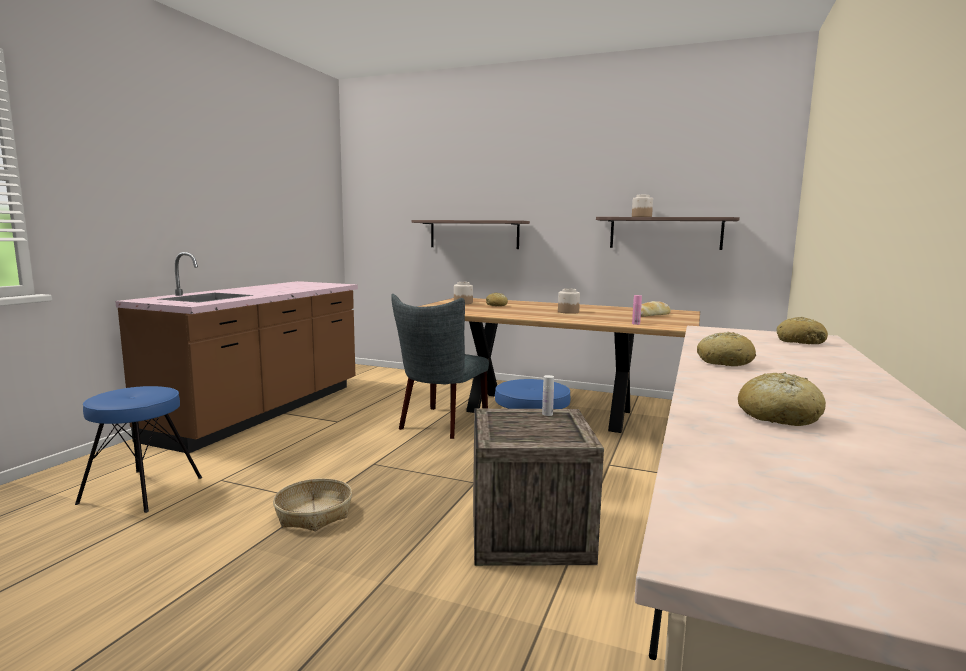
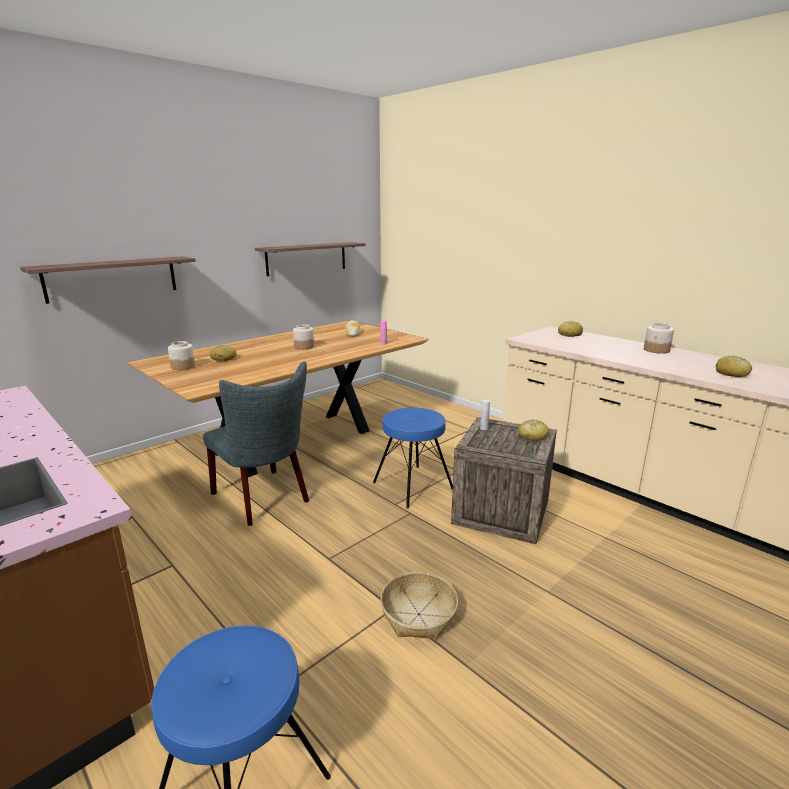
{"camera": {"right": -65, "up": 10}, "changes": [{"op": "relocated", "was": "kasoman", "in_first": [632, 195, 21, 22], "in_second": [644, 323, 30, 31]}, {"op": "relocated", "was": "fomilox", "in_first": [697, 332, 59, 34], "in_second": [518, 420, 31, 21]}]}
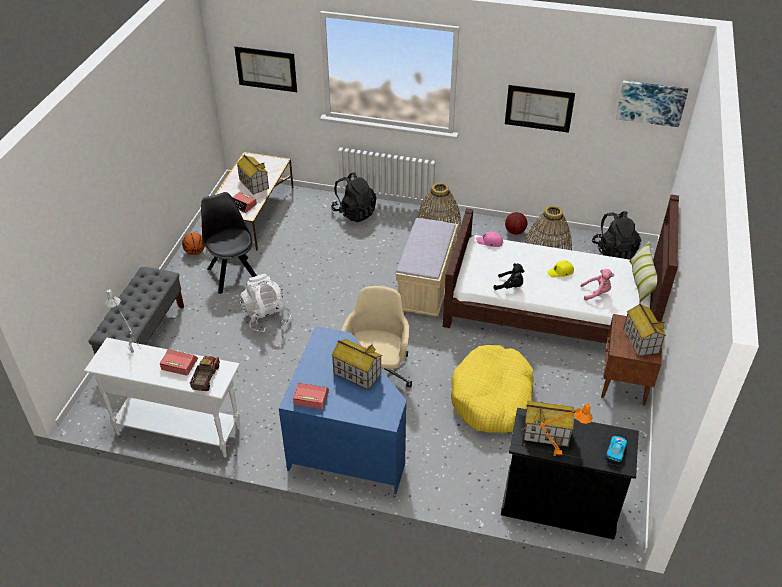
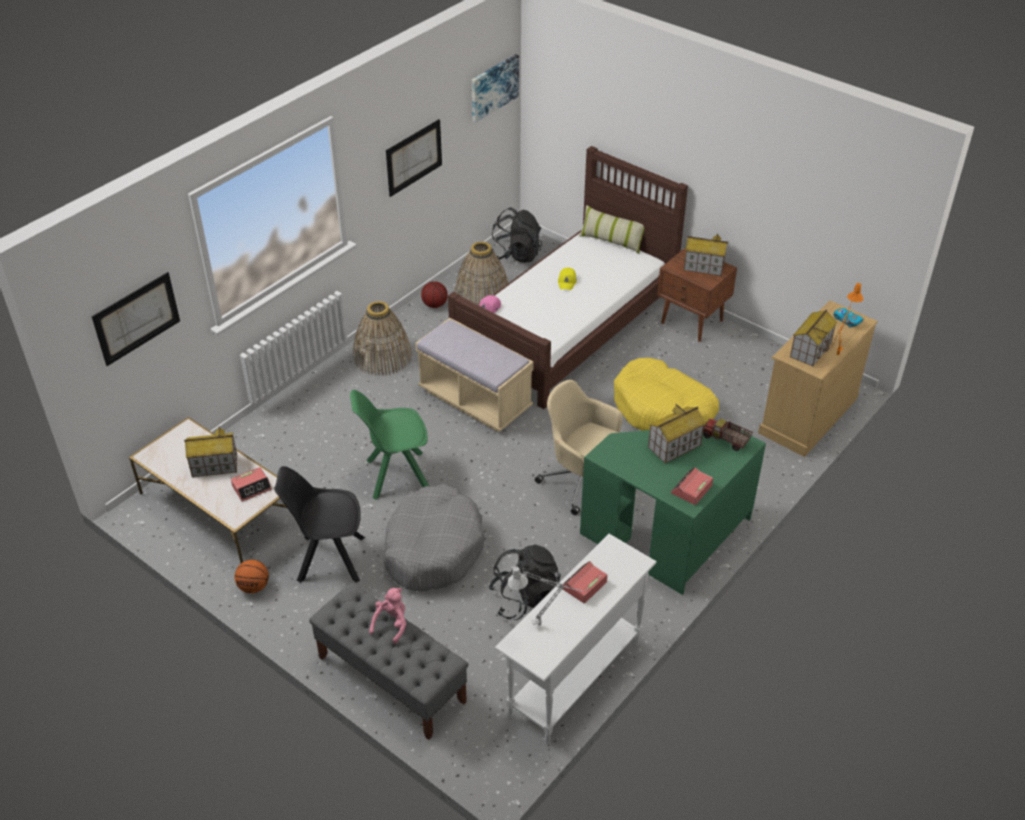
{"camera": {"right": -65, "up": 0}, "changes": [{"op": "relocated", "was": "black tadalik", "in_first": [331, 172, 45, 50], "in_second": [489, 544, 72, 76]}, {"op": "missing", "was": "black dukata", "in_first": [493, 263, 31, 27]}, {"op": "relocated", "was": "pink dukata", "in_first": [581, 269, 33, 32], "in_second": [369, 588, 37, 56]}, {"op": "exchanged", "was": "white tadalik", "now": "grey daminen", "in_first": [239, 274, 52, 59], "in_second": [384, 484, 101, 108]}, {"op": "colour", "was": "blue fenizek", "now": "green fenizek", "in_first": [279, 326, 127, 168], "in_second": [580, 425, 186, 170]}, {"op": "relocated", "was": "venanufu", "in_first": [190, 356, 30, 35], "in_second": [703, 418, 50, 33]}, {"op": "colour", "was": "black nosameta", "now": "beige nosameta", "in_first": [501, 408, 138, 132], "in_second": [758, 300, 120, 157]}, {"op": "appeared", "now": "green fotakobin", "in_second": [350, 390, 79, 109]}]}
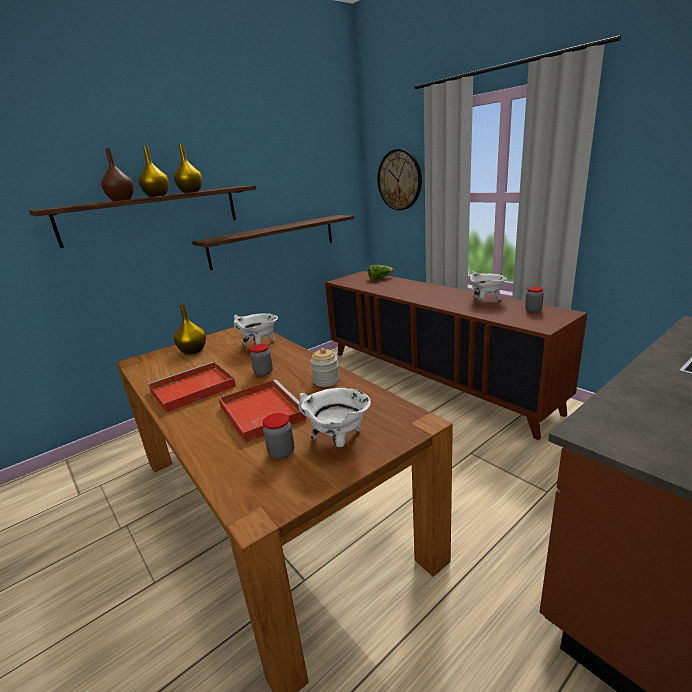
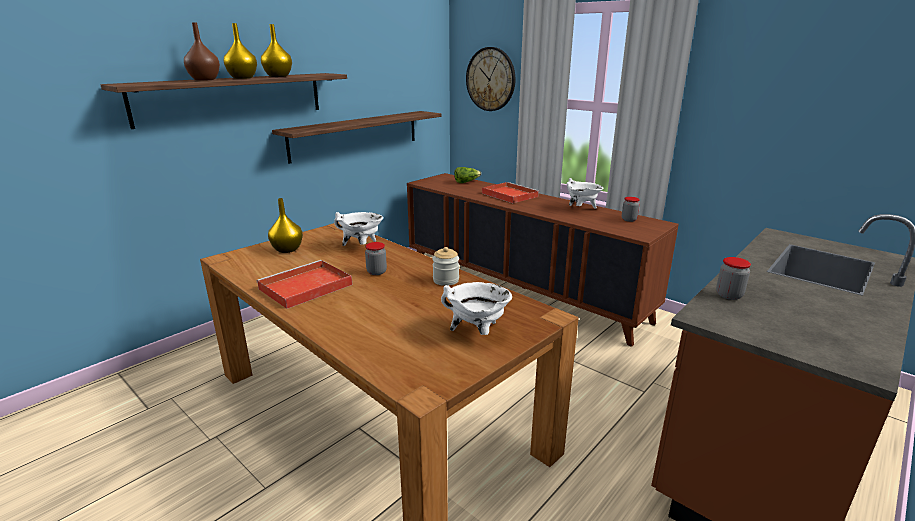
{"camera": {"right": -10, "up": 0}, "changes": [{"op": "relocated", "was": "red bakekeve", "in_first": [219, 379, 89, 64], "in_second": [482, 182, 58, 21]}, {"op": "relocated", "was": "kasoman", "in_first": [263, 413, 31, 46], "in_second": [716, 257, 35, 43]}]}
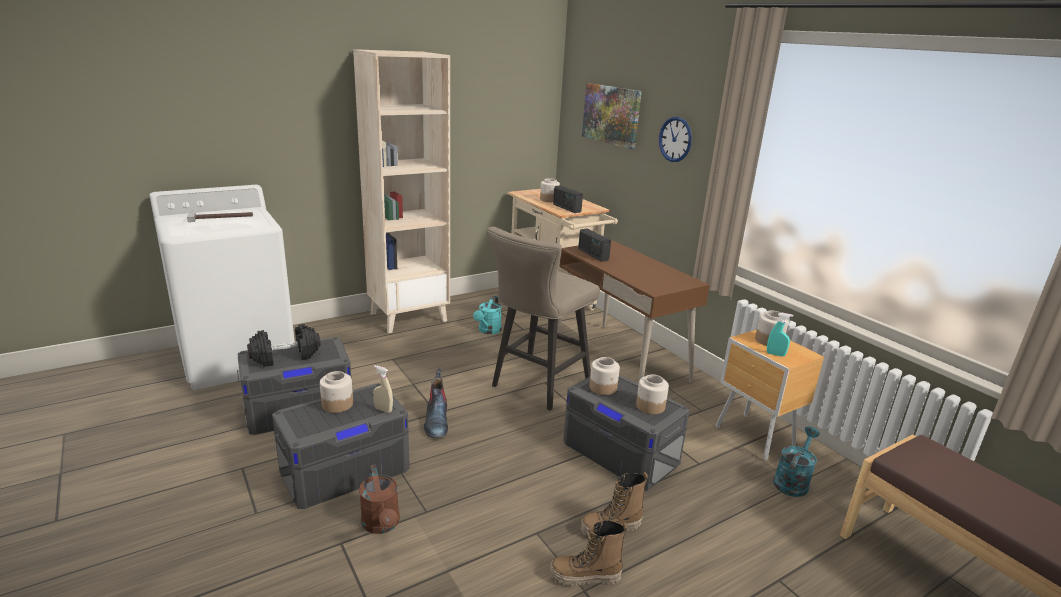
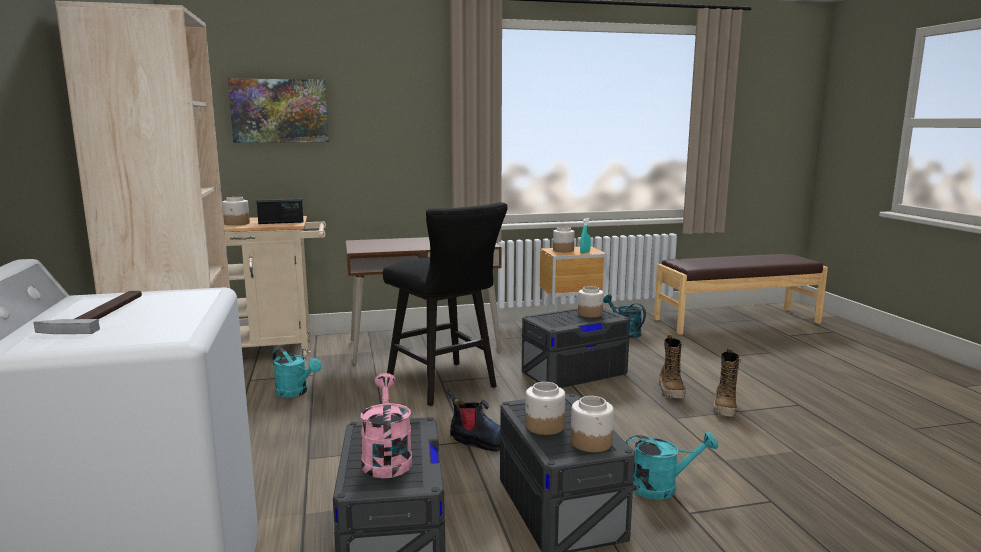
{"camera": {"right": -70, "up": -10}, "changes": [{"op": "missing", "was": "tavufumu", "in_first": [659, 117, 33, 45]}, {"op": "colour", "was": "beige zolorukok", "now": "black zolorukok", "in_first": [487, 227, 113, 184], "in_second": [383, 202, 125, 204]}, {"op": "missing", "was": "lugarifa", "in_first": [578, 229, 33, 33]}, {"op": "exchanged", "was": "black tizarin", "now": "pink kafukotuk", "in_first": [247, 324, 74, 43], "in_second": [361, 373, 51, 105]}, {"op": "relocated", "was": "kasoman", "in_first": [589, 357, 31, 38], "in_second": [571, 396, 43, 56]}, {"op": "missing", "was": "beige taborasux", "in_first": [373, 365, 20, 48]}, {"op": "colour", "was": "brown kafukotuk", "now": "turquoise kafukotuk", "in_first": [359, 464, 41, 70], "in_second": [626, 432, 92, 68]}]}
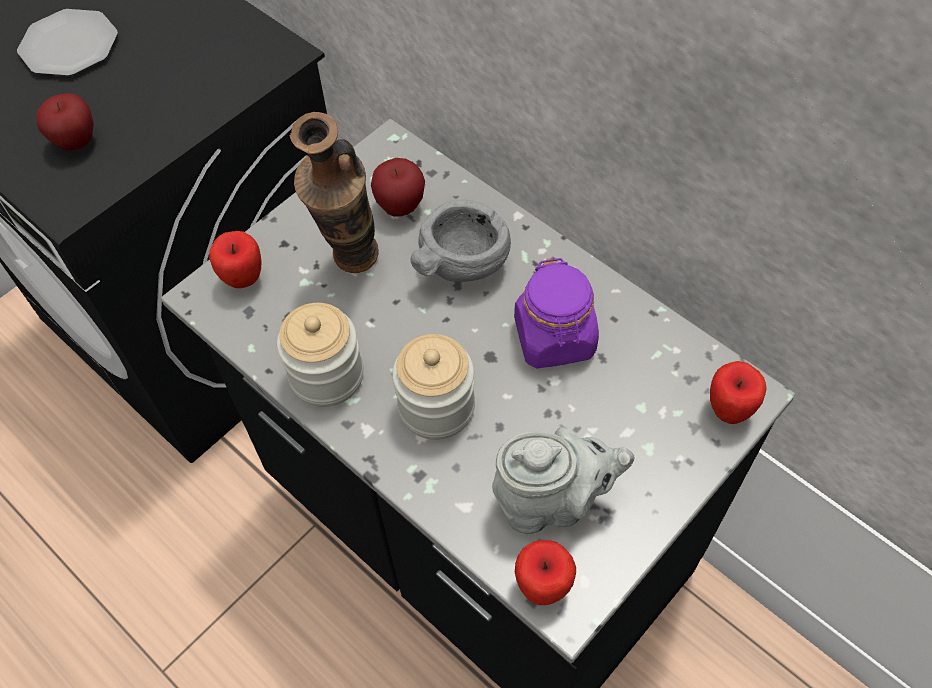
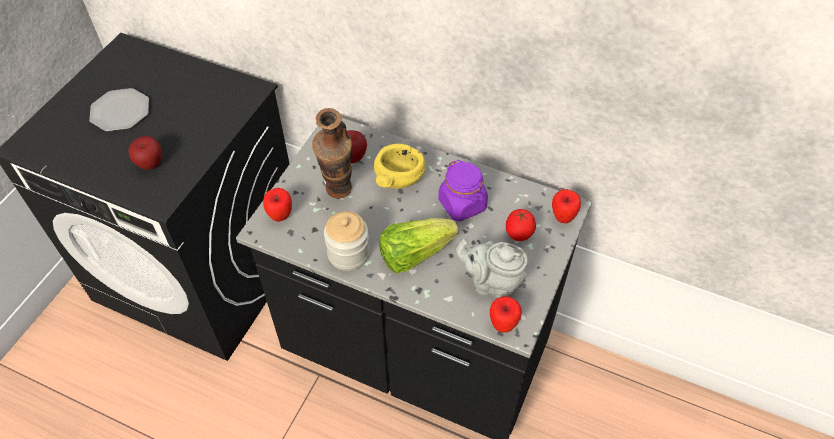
{"camera": {"right": -20, "up": -5}, "changes": [{"op": "colour", "was": "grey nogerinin", "now": "yellow nogerinin", "in_first": [410, 200, 101, 82], "in_second": [374, 144, 52, 45]}, {"op": "exchanged", "was": "kasoman", "now": "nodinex", "in_first": [392, 334, 83, 106], "in_second": [379, 218, 80, 55]}, {"op": "spun", "was": "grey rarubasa", "in_first": [492, 427, 142, 107], "in_second": [456, 238, 72, 61], "clockwise": -135}, {"op": "appeared", "now": "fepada", "in_second": [506, 209, 30, 32]}]}
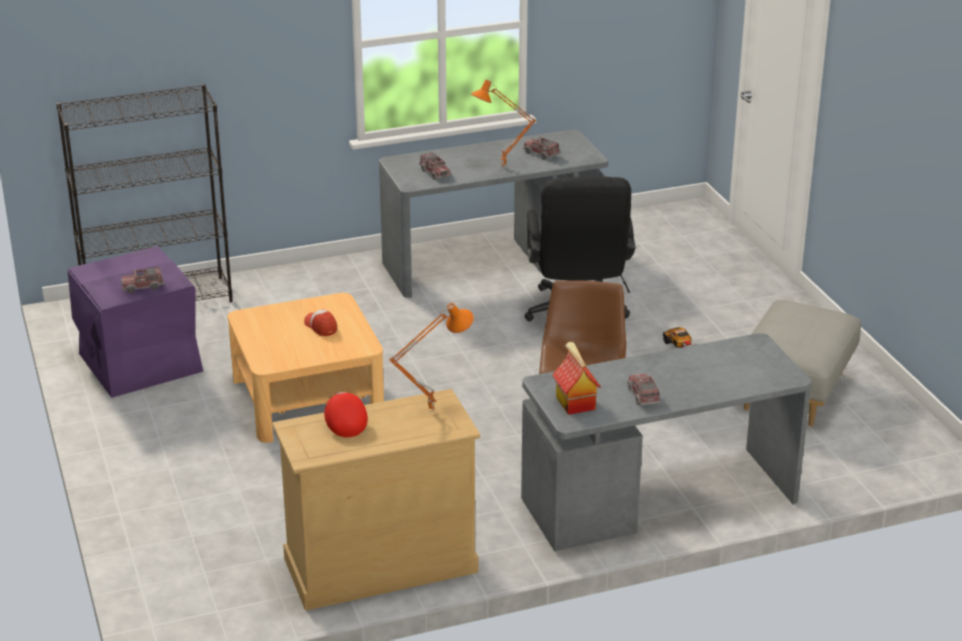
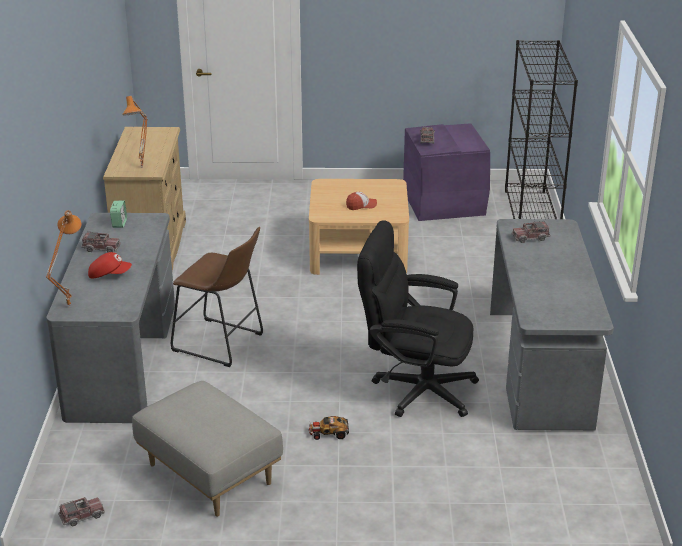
{"camera": {"right": 110, "up": 0}, "changes": [{"op": "relocated", "was": "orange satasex", "in_first": [471, 79, 65, 89], "in_second": [46, 210, 35, 97]}, {"op": "relocated", "was": "venanufu", "in_first": [523, 137, 38, 23], "in_second": [58, 497, 47, 30]}, {"op": "exchanged", "was": "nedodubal", "now": "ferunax", "in_first": [552, 342, 49, 73], "in_second": [110, 201, 17, 27]}, {"op": "relocated", "was": "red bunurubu", "in_first": [324, 392, 44, 45], "in_second": [88, 252, 44, 26]}]}
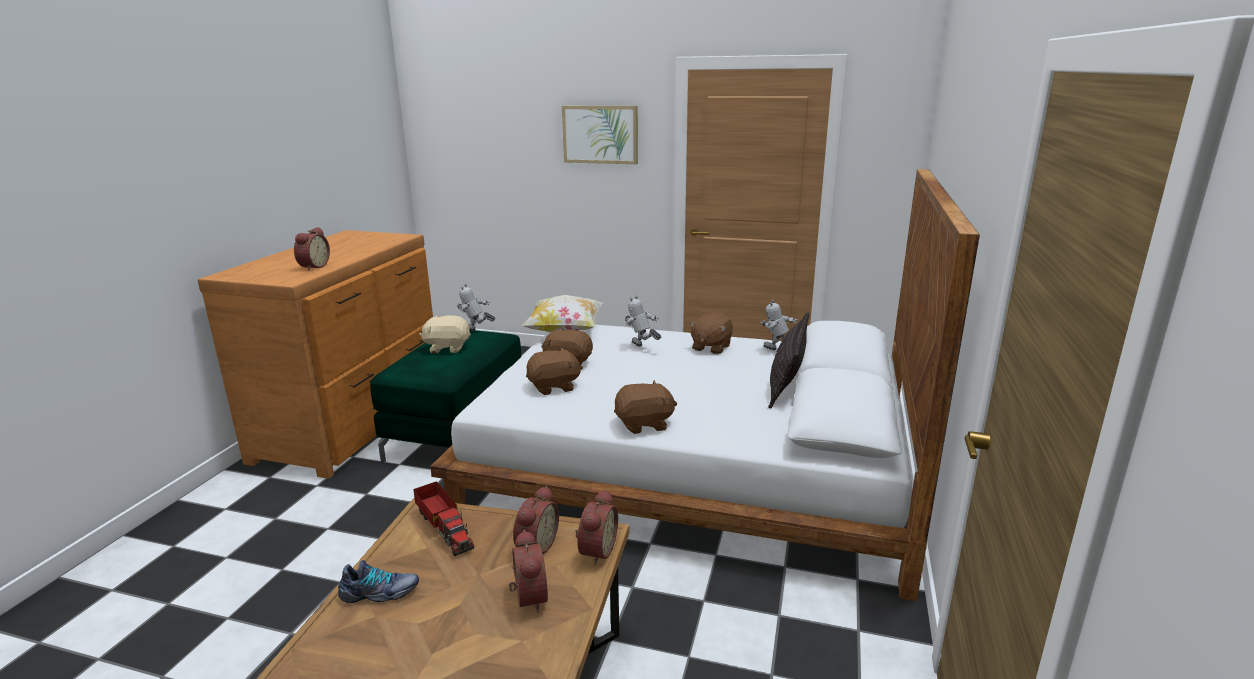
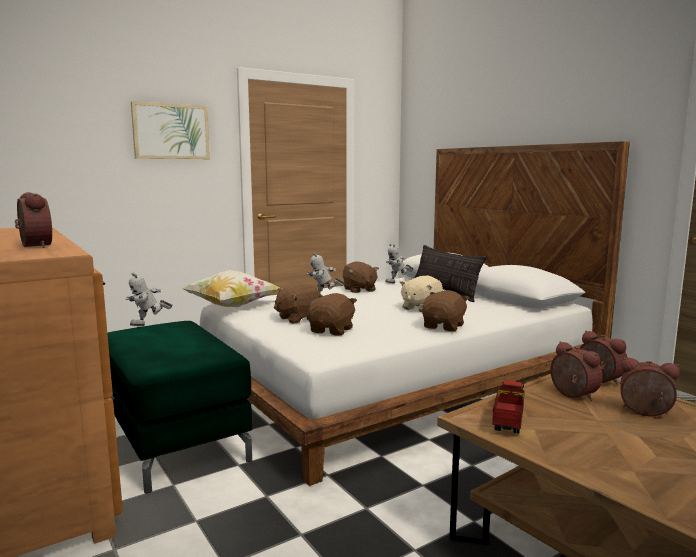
{"camera": {"right": -50, "up": -10}, "changes": [{"op": "relocated", "was": "beige dukata", "in_first": [419, 316, 51, 37], "in_second": [400, 276, 43, 36]}, {"op": "spun", "was": "venanufu", "in_first": [413, 481, 61, 75], "in_second": [492, 375, 33, 59], "clockwise": -75}, {"op": "missing", "was": "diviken", "in_first": [338, 560, 81, 43]}]}
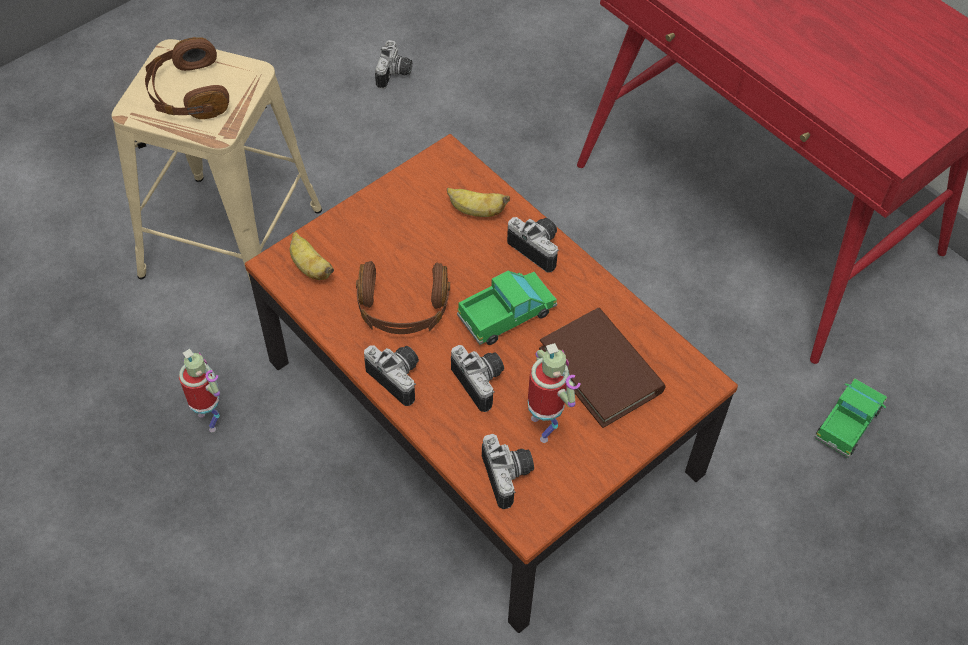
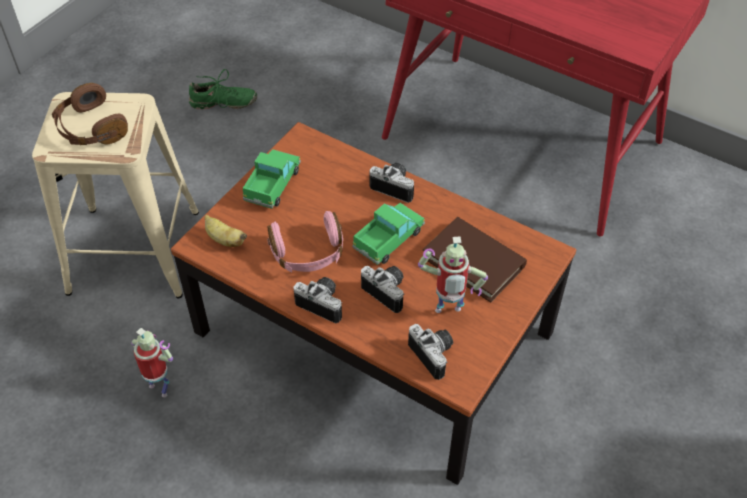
{"camera": {"right": -15, "up": -5}, "changes": [{"op": "exchanged", "was": "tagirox", "now": "green diviken", "in_first": [375, 40, 37, 49], "in_second": [189, 69, 68, 40]}, {"op": "missing", "was": "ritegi", "in_first": [447, 188, 63, 29]}, {"op": "colour", "was": "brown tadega", "now": "pink tadega", "in_first": [356, 261, 94, 73], "in_second": [267, 211, 76, 62]}, {"op": "spun", "was": "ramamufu", "in_first": [528, 343, 53, 100], "in_second": [418, 237, 70, 76], "clockwise": 120}, {"op": "relocated", "was": "venanufu", "in_first": [814, 378, 73, 79], "in_second": [243, 149, 58, 60]}]}
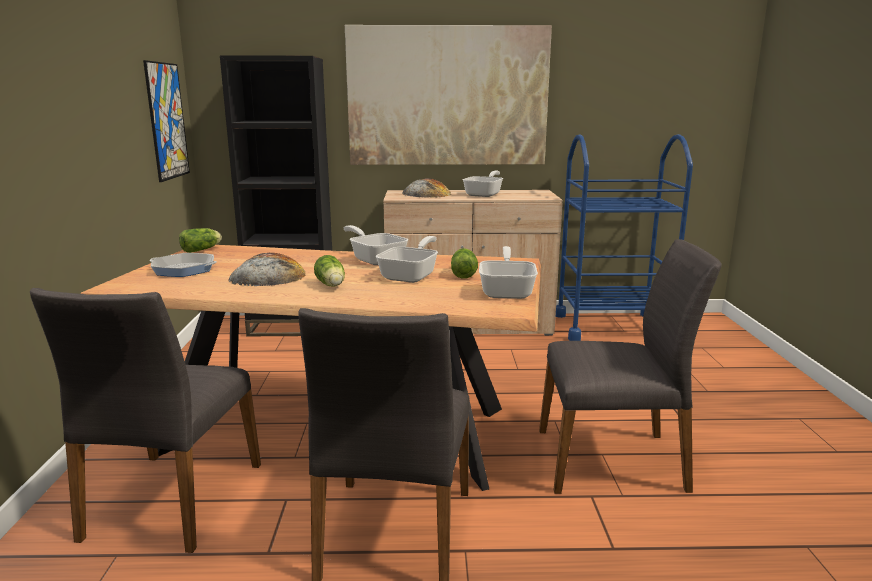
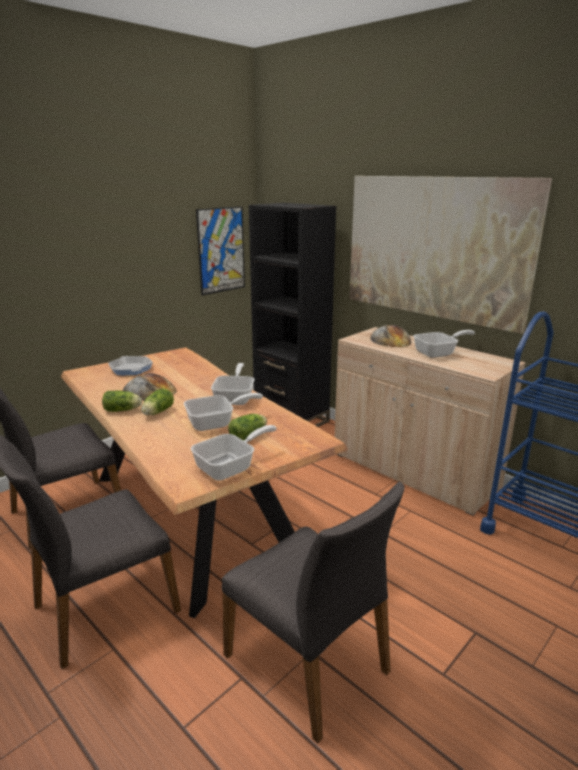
{"camera": {"right": 45, "up": 5}, "changes": [{"op": "relocated", "was": "nodinex", "in_first": [179, 228, 43, 25], "in_second": [102, 391, 40, 21]}]}
